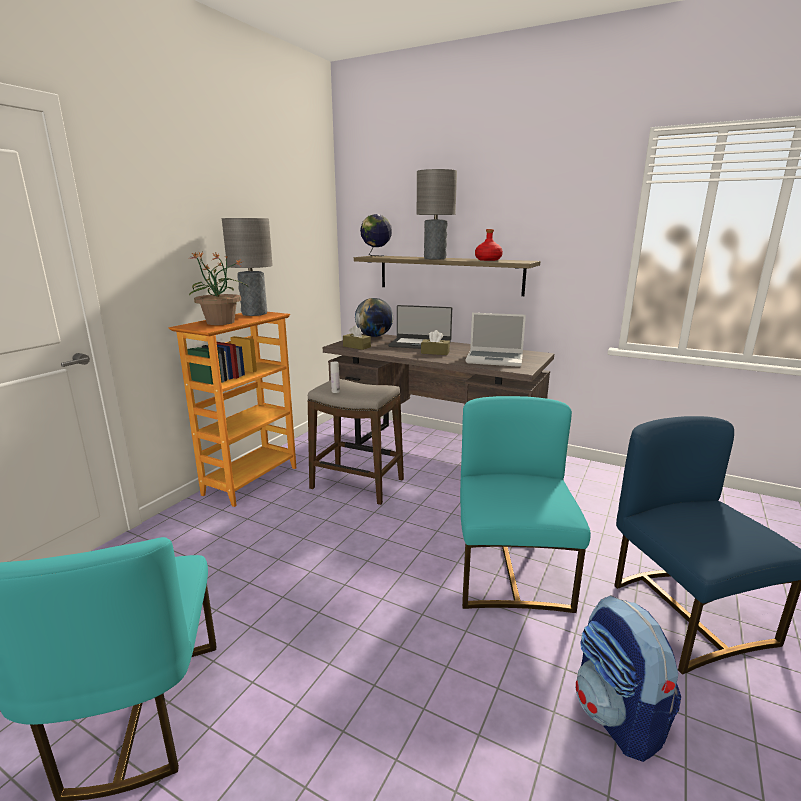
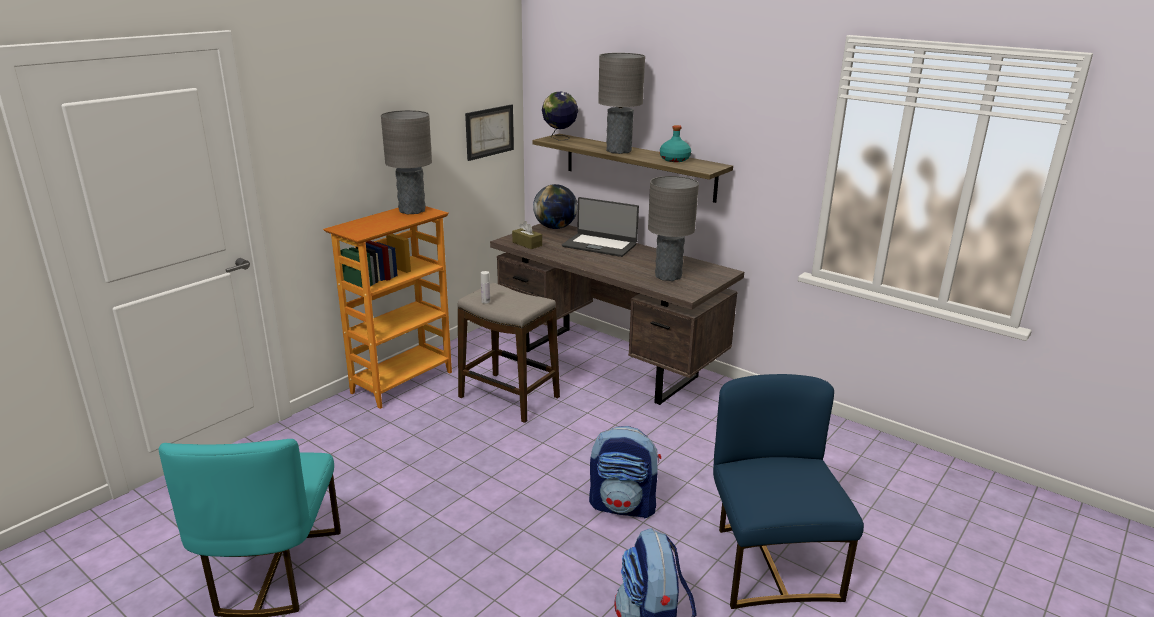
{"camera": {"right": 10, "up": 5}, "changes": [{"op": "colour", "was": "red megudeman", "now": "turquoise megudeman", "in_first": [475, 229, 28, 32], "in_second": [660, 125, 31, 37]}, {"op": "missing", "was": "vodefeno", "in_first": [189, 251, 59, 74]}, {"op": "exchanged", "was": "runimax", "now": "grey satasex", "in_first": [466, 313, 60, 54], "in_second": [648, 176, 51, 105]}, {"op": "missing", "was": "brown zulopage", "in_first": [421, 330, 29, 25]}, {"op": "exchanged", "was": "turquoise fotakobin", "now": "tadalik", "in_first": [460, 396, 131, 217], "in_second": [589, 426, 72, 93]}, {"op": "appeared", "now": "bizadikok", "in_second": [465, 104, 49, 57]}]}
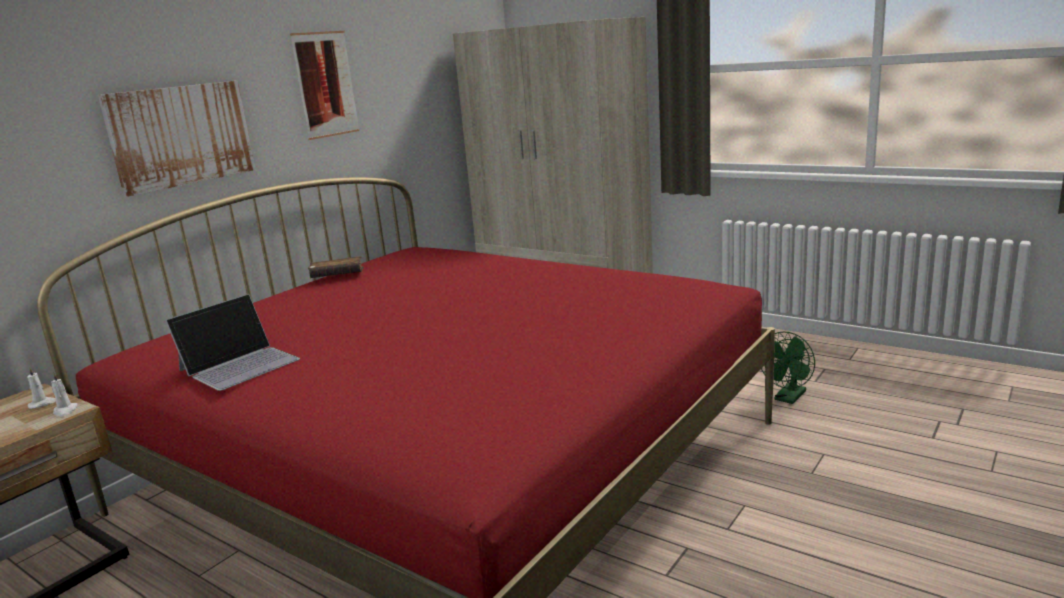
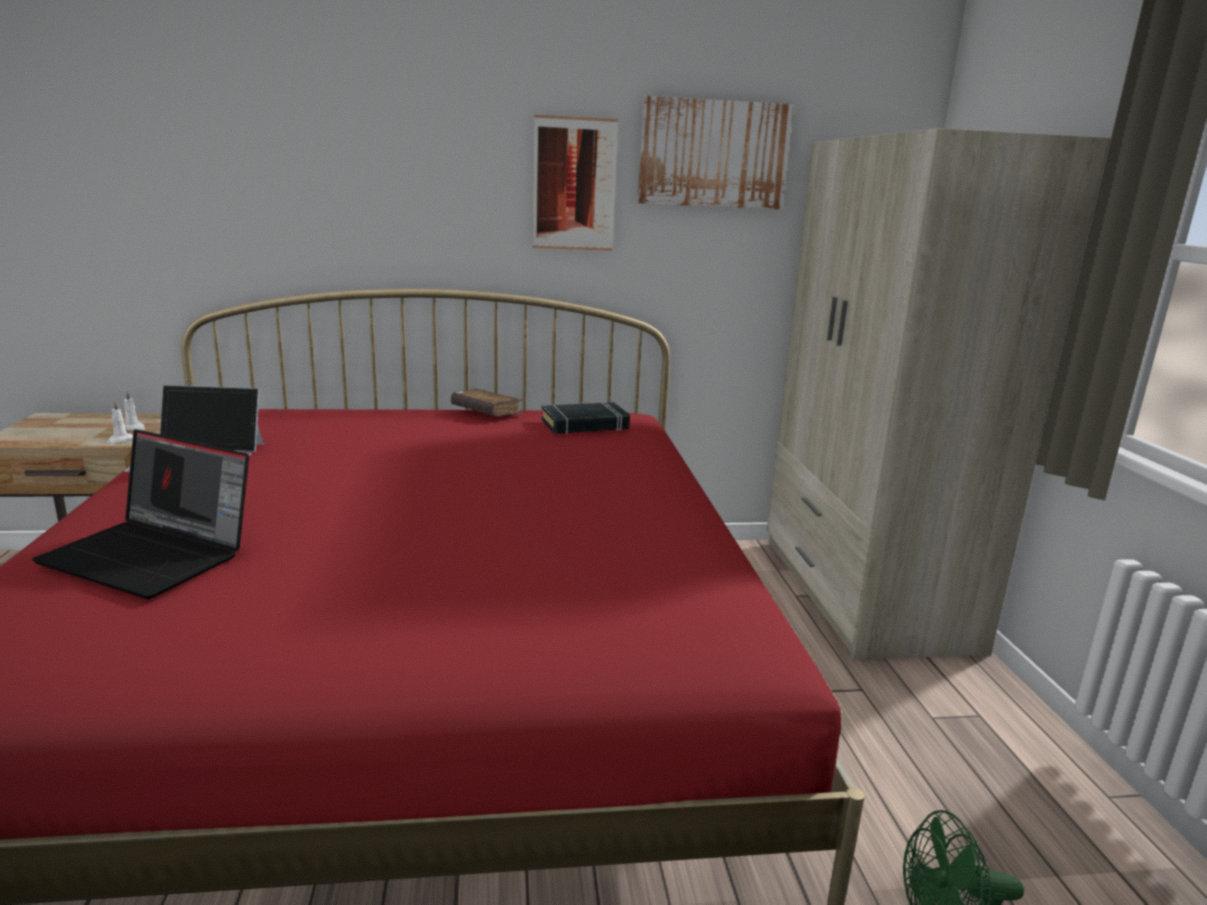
{"camera": {"right": 45, "up": 0}, "changes": [{"op": "relocated", "was": "bizadikok", "in_first": [98, 81, 157, 116], "in_second": [638, 96, 156, 113]}, {"op": "appeared", "now": "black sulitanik", "in_second": [541, 402, 89, 32]}, {"op": "appeared", "now": "runimax", "in_second": [32, 429, 217, 170]}]}
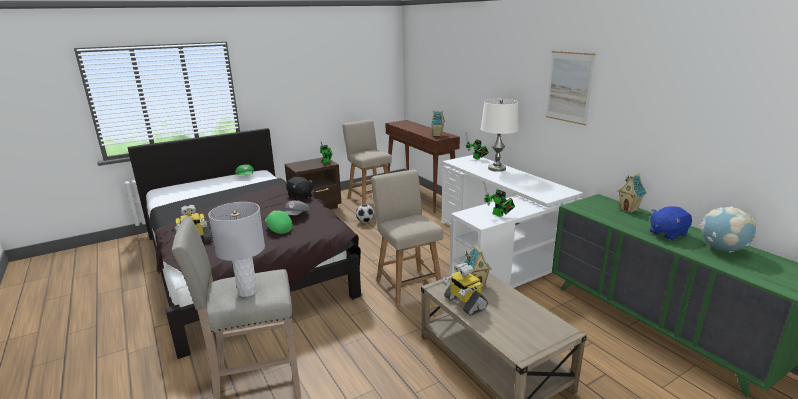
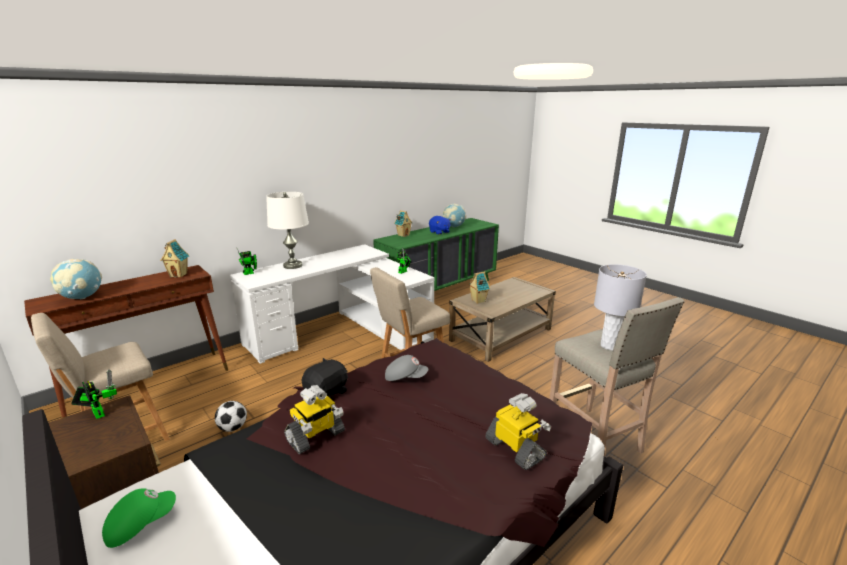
{"camera": {"right": -100, "up": 0}, "changes": [{"op": "missing", "was": "bizadikok", "in_first": [545, 51, 51, 75]}, {"op": "missing", "was": "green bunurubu", "in_first": [265, 210, 28, 24]}, {"op": "relocated", "was": "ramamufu", "in_first": [442, 263, 46, 52], "in_second": [284, 385, 61, 69]}, {"op": "appeared", "now": "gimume", "in_second": [50, 259, 52, 41]}]}
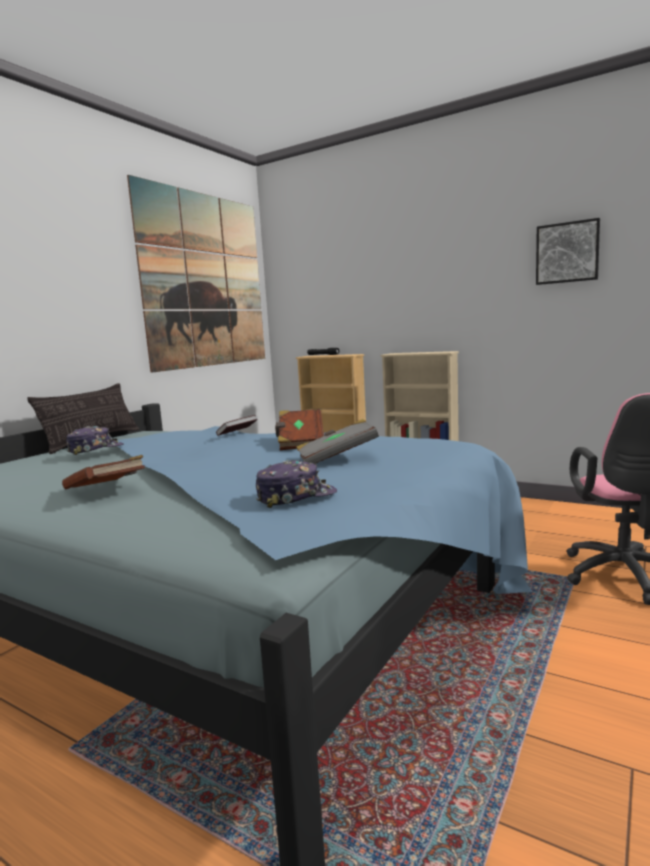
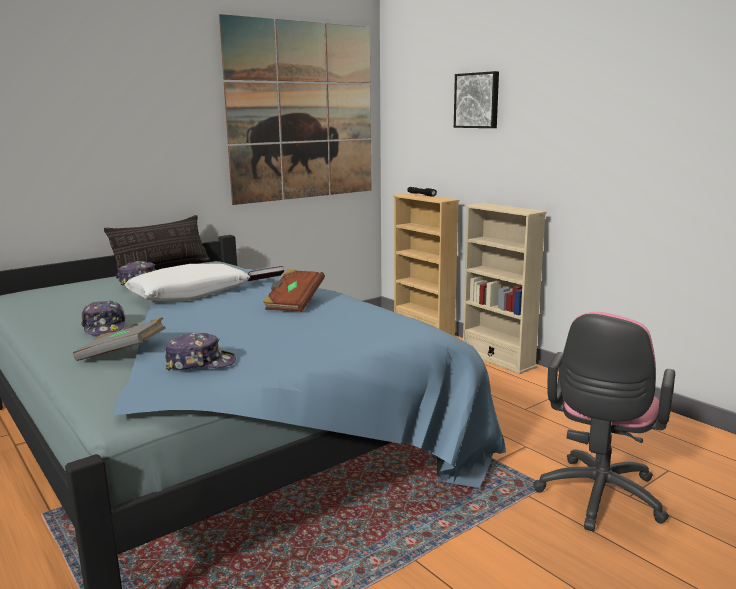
{"camera": {"right": 20, "up": 5}, "changes": [{"op": "relocated", "was": "bizadikok", "in_first": [536, 218, 64, 67], "in_second": [454, 71, 45, 57]}, {"op": "relocated", "was": "grey sulitanik", "in_first": [296, 419, 83, 45], "in_second": [73, 317, 93, 44]}, {"op": "exchanged", "was": "brown sulitanik", "now": "bunurubu", "in_first": [62, 455, 83, 35], "in_second": [81, 301, 45, 34]}, {"op": "appeared", "now": "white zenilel", "in_second": [125, 264, 125, 37]}]}
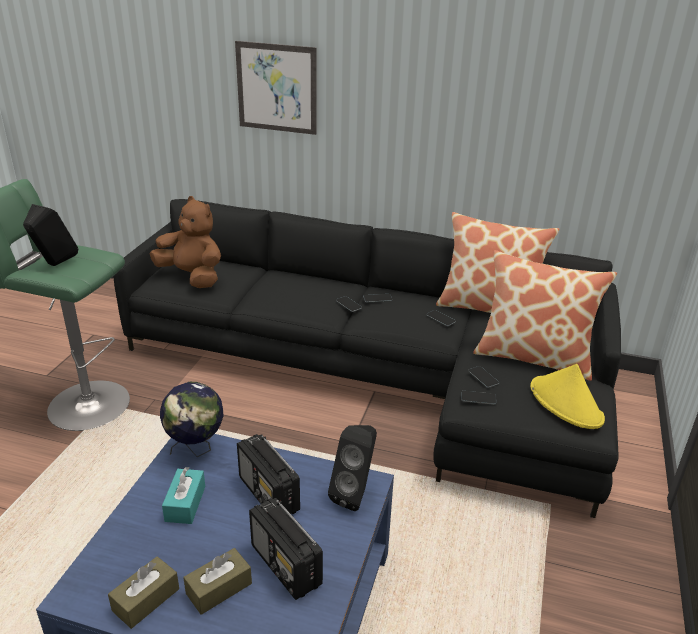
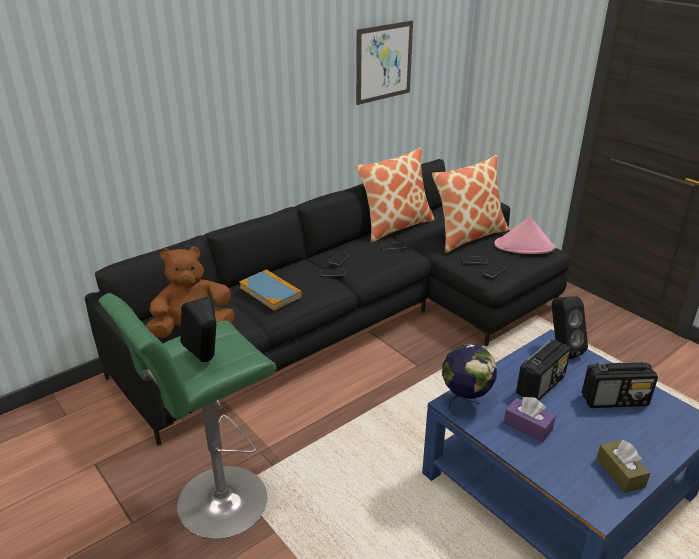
{"camera": {"right": -55, "up": 0}, "changes": [{"op": "relocated", "was": "bizadikok", "in_first": [235, 41, 82, 94], "in_second": [356, 20, 57, 85]}, {"op": "colour", "was": "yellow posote", "now": "pink posote", "in_first": [530, 364, 75, 65], "in_second": [494, 216, 61, 38]}, {"op": "spun", "was": "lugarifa", "in_first": [237, 434, 63, 80], "in_second": [516, 340, 55, 60], "clockwise": -45}, {"op": "colour", "was": "turquoise zulopage", "now": "purple zulopage", "in_first": [162, 467, 43, 57], "in_second": [504, 397, 52, 45]}, {"op": "missing", "was": "brown zulopage", "in_first": [183, 548, 69, 67]}, {"op": "appeared", "now": "sulitanik", "in_second": [239, 269, 63, 42]}]}
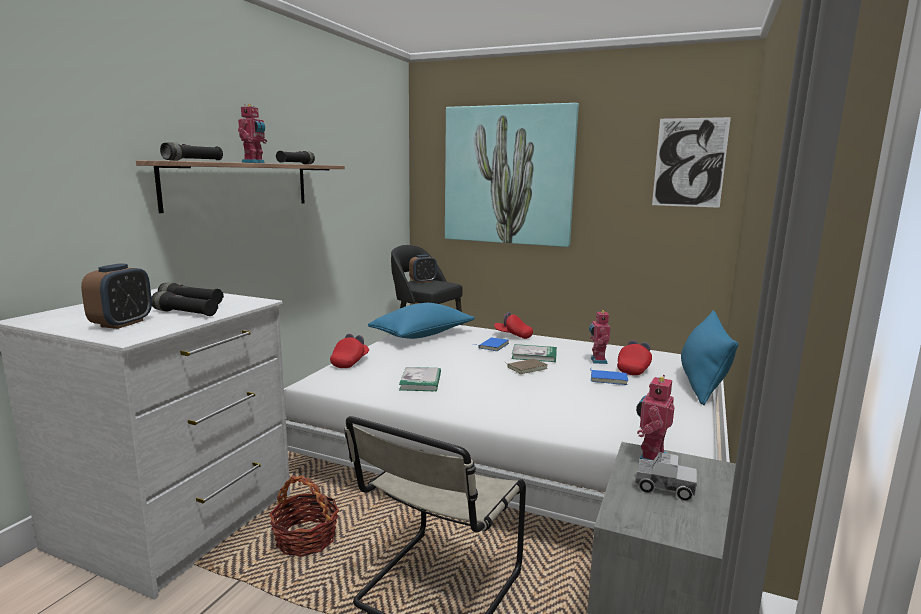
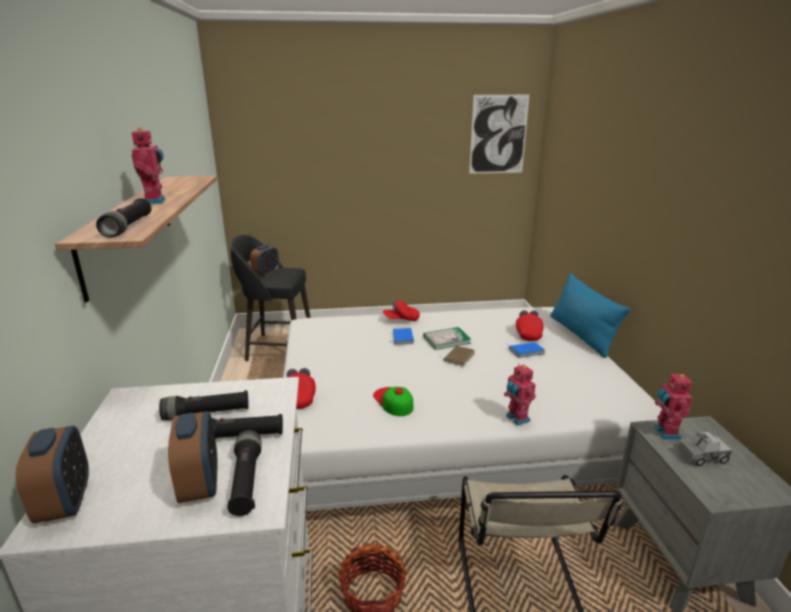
{"camera": {"right": -30, "up": 10}, "changes": [{"op": "missing", "was": "bizadikok", "in_first": [445, 103, 134, 144]}, {"op": "relocated", "was": "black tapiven", "in_first": [276, 151, 39, 14], "in_second": [227, 430, 35, 86]}, {"op": "missing", "was": "blue zenilel", "in_first": [368, 303, 107, 36]}, {"op": "relocated", "was": "ramamufu", "in_first": [589, 310, 22, 54], "in_second": [504, 363, 32, 63]}, {"op": "exchanged", "was": "sulitanik", "now": "bunurubu", "in_first": [399, 367, 42, 24], "in_second": [373, 387, 40, 29]}, {"op": "appeared", "now": "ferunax", "in_second": [15, 426, 74, 97]}]}
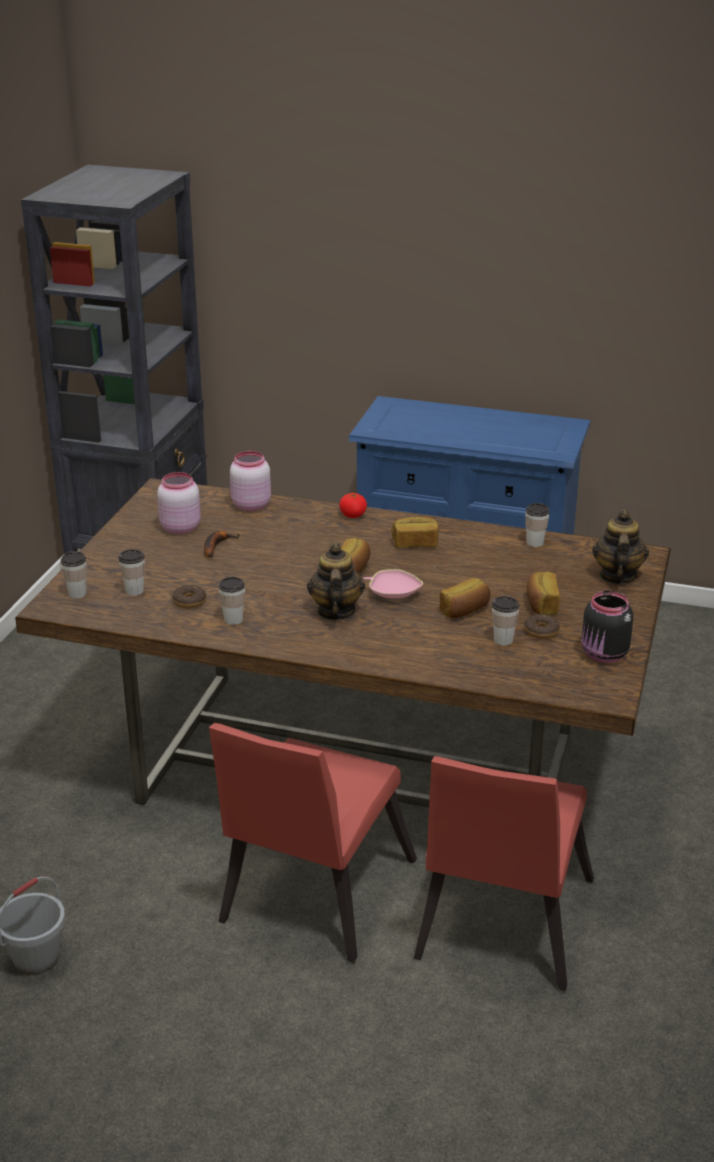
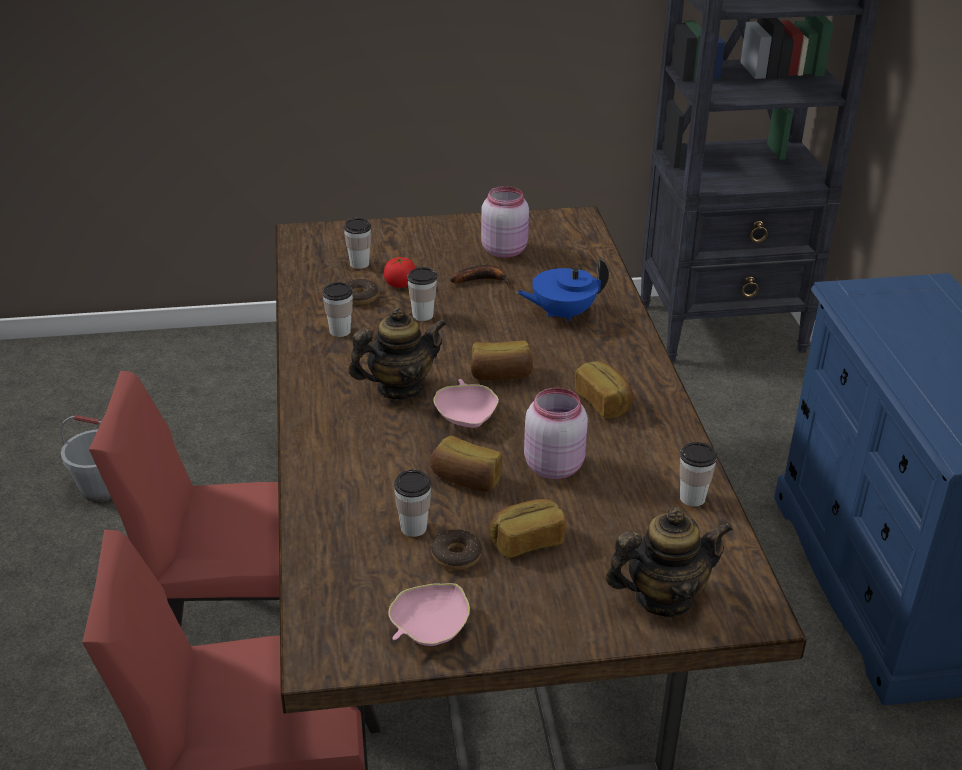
{"camera": {"right": 65, "up": 5}, "changes": [{"op": "relocated", "was": "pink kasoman", "in_first": [230, 451, 41, 60], "in_second": [524, 388, 64, 91]}, {"op": "relocated", "was": "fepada", "in_first": [339, 493, 28, 25], "in_second": [384, 257, 31, 31]}, {"op": "relocated", "was": "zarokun", "in_first": [61, 551, 26, 48], "in_second": [407, 267, 30, 54]}, {"op": "exchanged", "was": "black kasoman", "now": "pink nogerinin", "in_first": [582, 591, 51, 72], "in_second": [388, 583, 82, 63]}, {"op": "appeared", "now": "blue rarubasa", "in_second": [517, 258, 92, 64]}]}
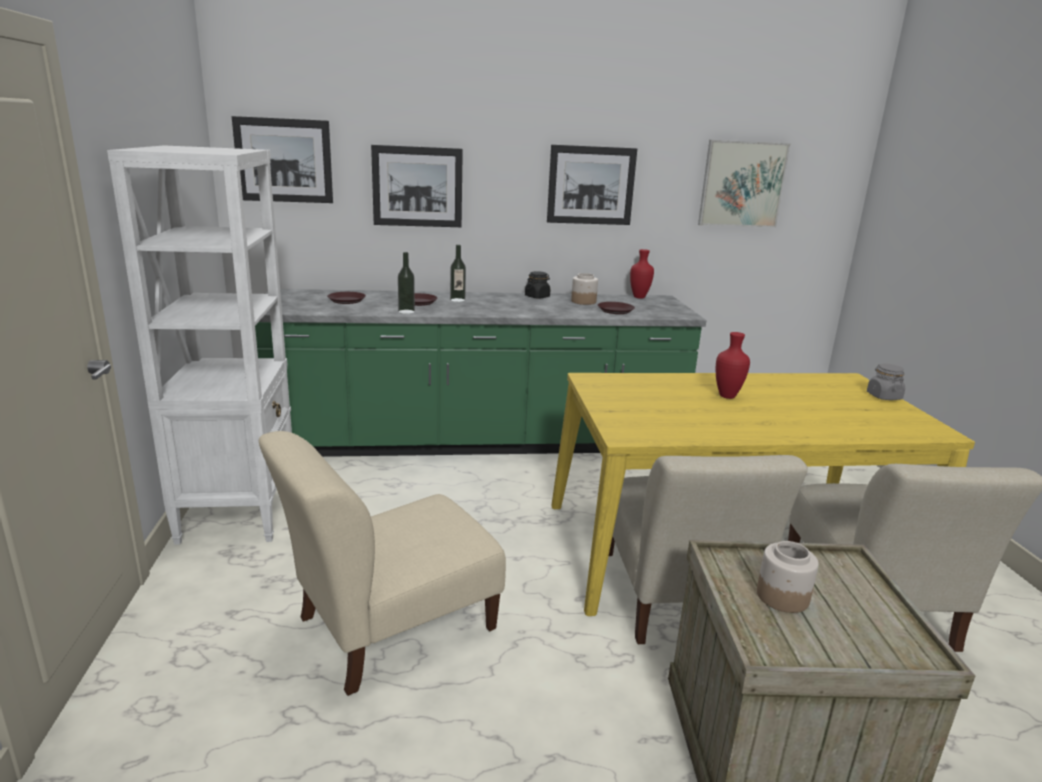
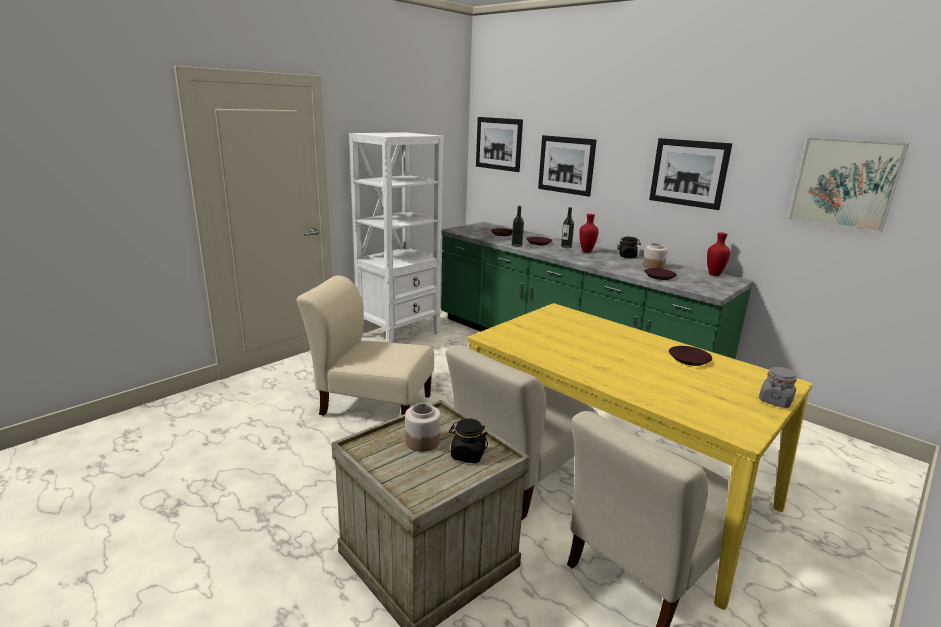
{"camera": {"right": 50, "up": 0}, "changes": [{"op": "relocated", "was": "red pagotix", "in_first": [716, 332, 34, 67], "in_second": [579, 214, 20, 39]}, {"op": "appeared", "now": "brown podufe", "in_second": [669, 346, 43, 20]}, {"op": "appeared", "now": "black kasoman", "in_second": [449, 418, 39, 45]}]}
